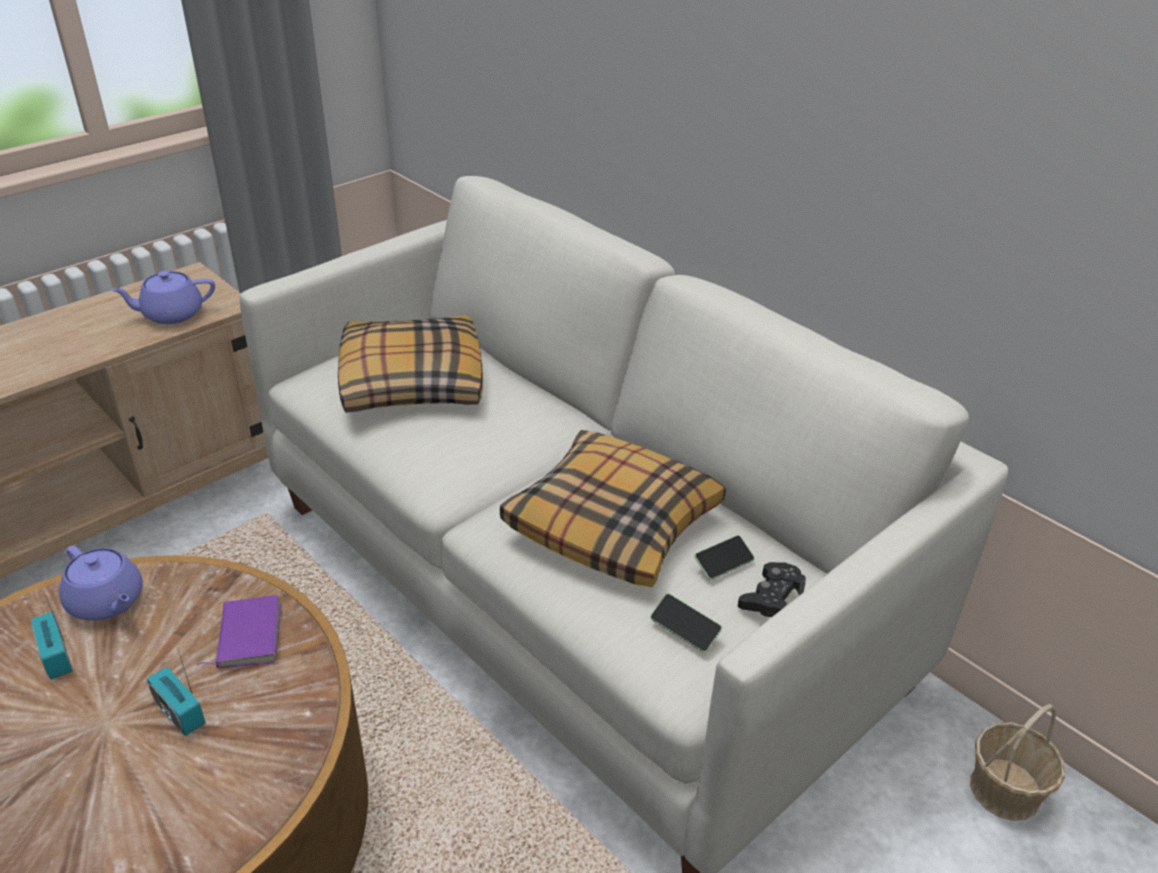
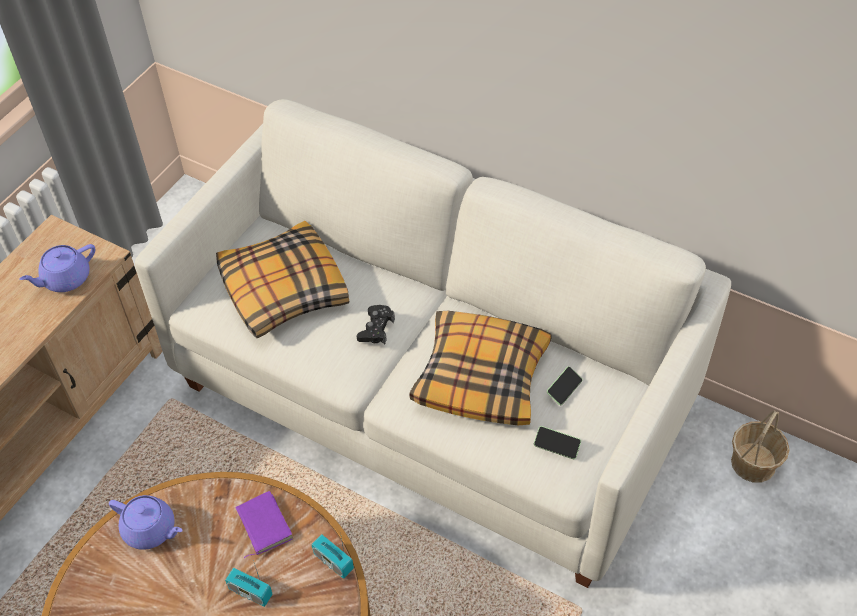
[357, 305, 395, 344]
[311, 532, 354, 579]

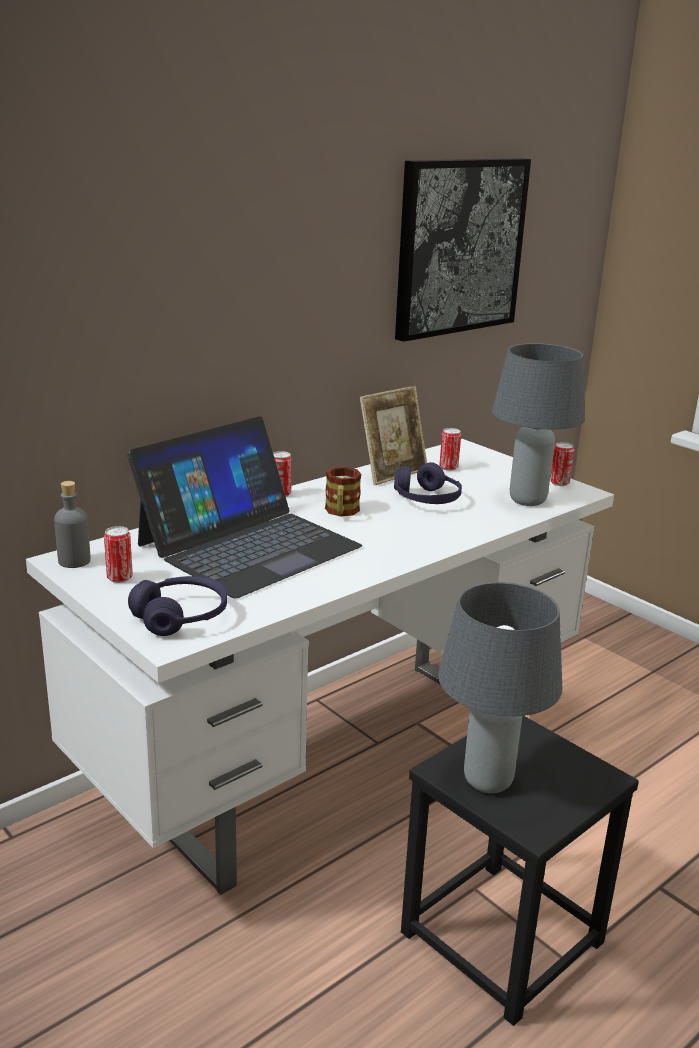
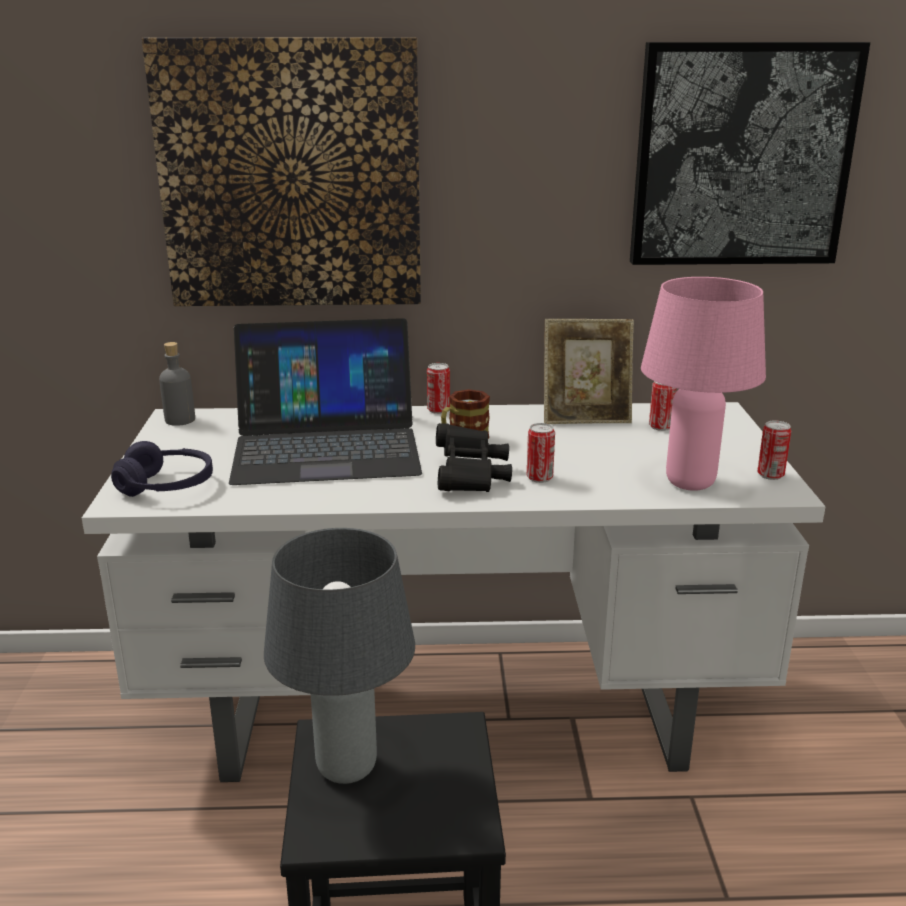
[641, 277, 766, 491]
[394, 462, 462, 504] (first image)
[527, 423, 555, 483]
[142, 37, 421, 306]
[436, 423, 512, 492]

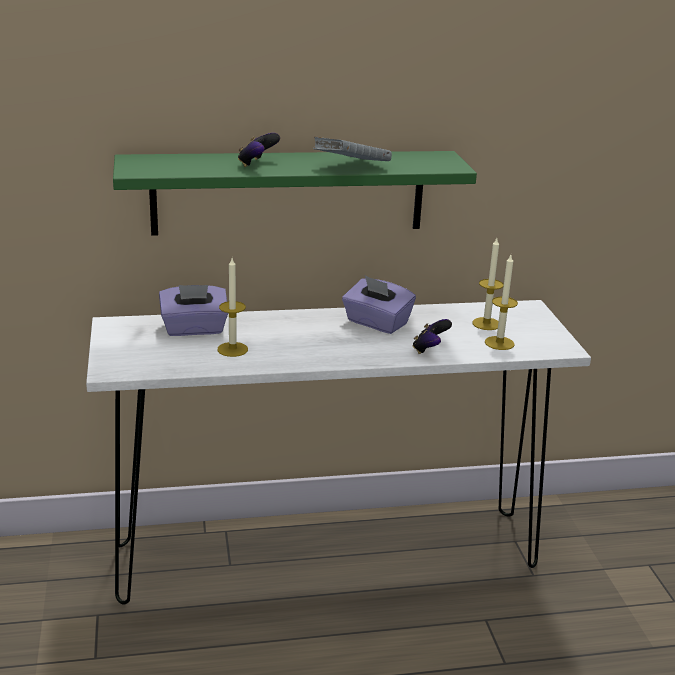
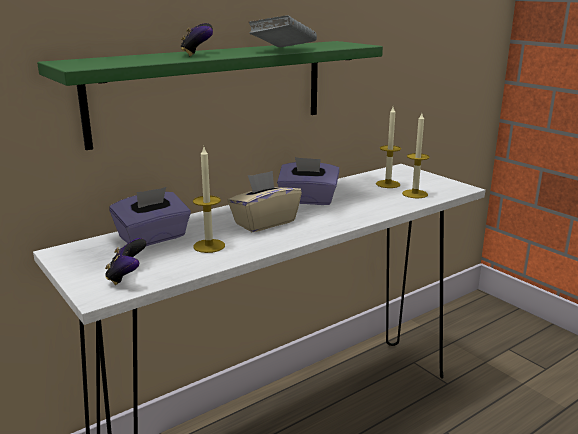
[105, 238, 147, 285]
[227, 171, 302, 232]

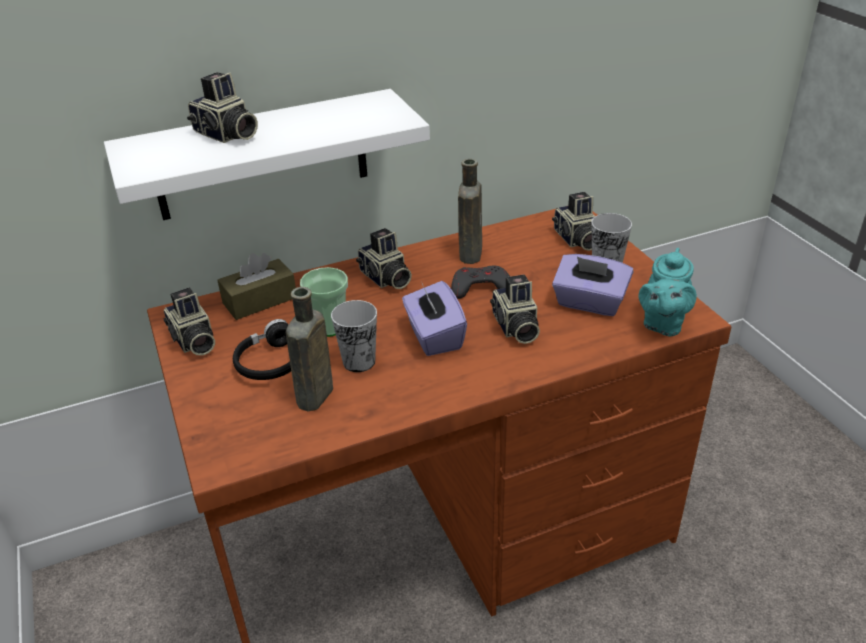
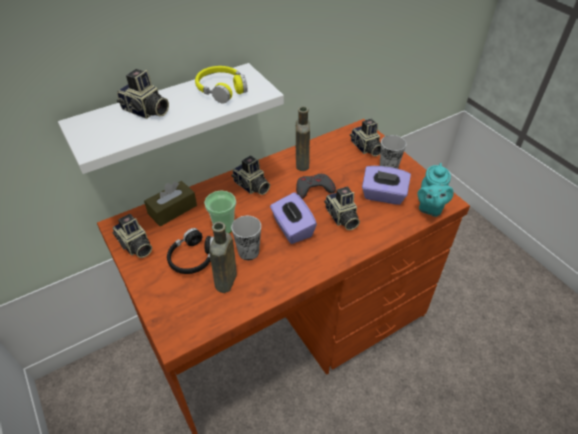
[195, 66, 248, 103]

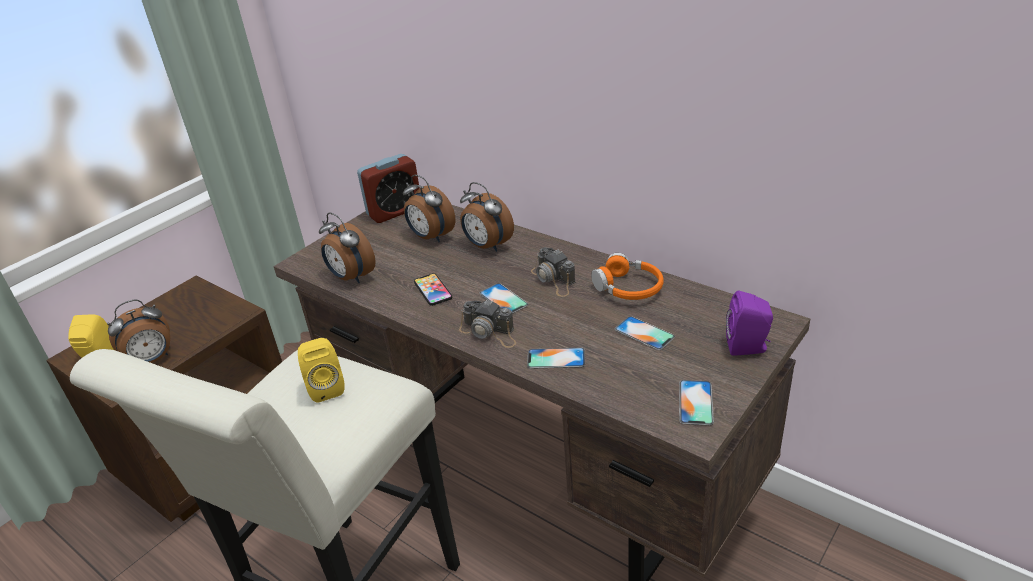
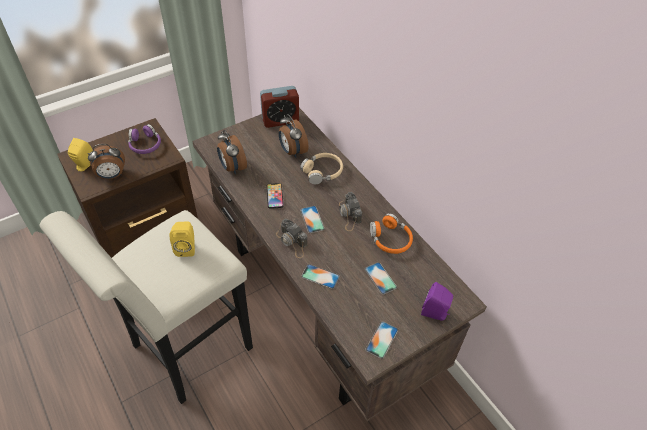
[300, 153, 343, 184]
[128, 124, 161, 154]

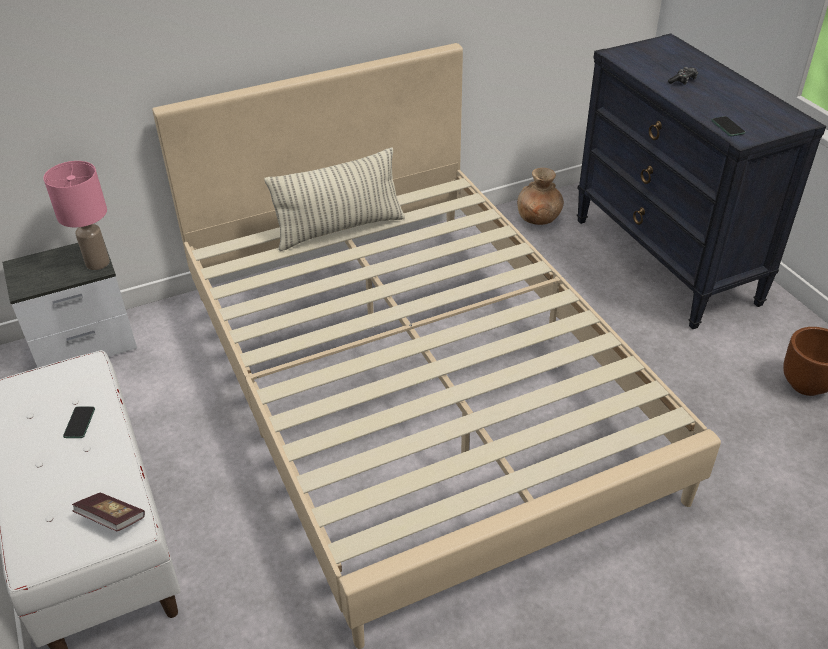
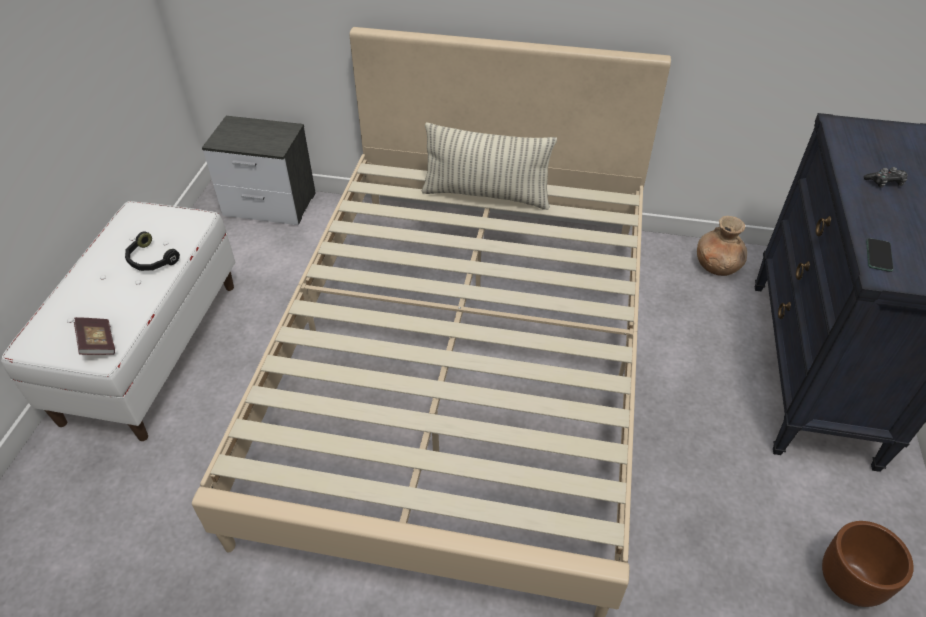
[43, 161, 110, 270] (first image)
[125, 231, 180, 271]

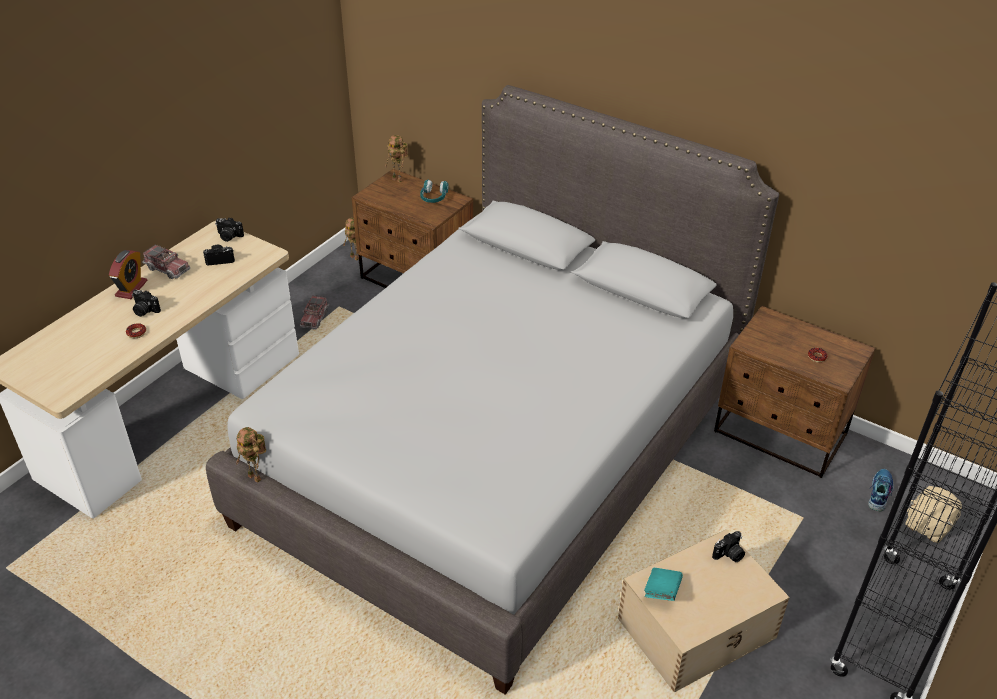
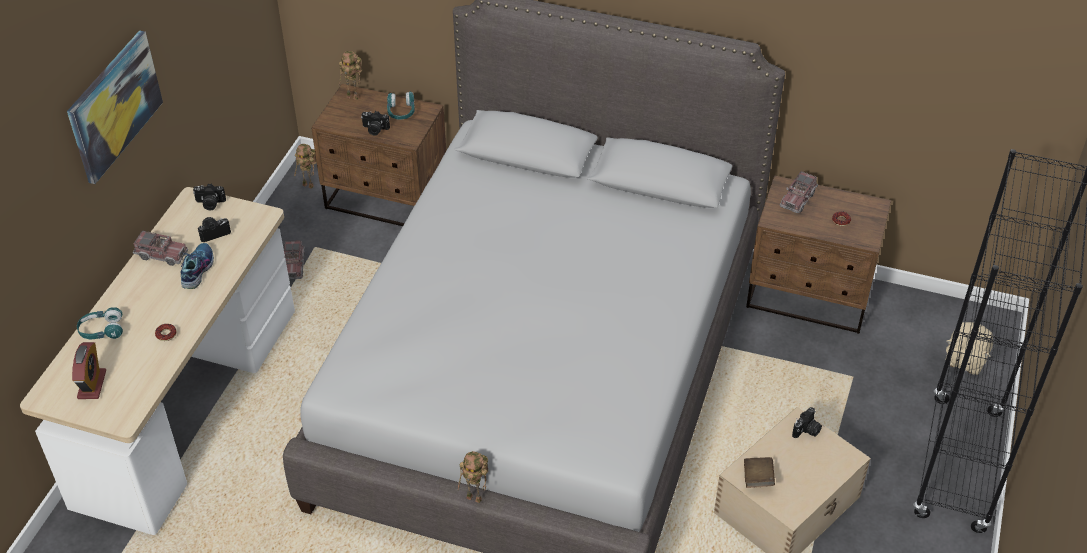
[72, 342, 106, 399]
[361, 111, 390, 136]
[458, 451, 488, 503]
[181, 243, 214, 289]
[744, 457, 775, 488]
[67, 30, 163, 184]
[780, 171, 818, 213]
[77, 307, 123, 339]

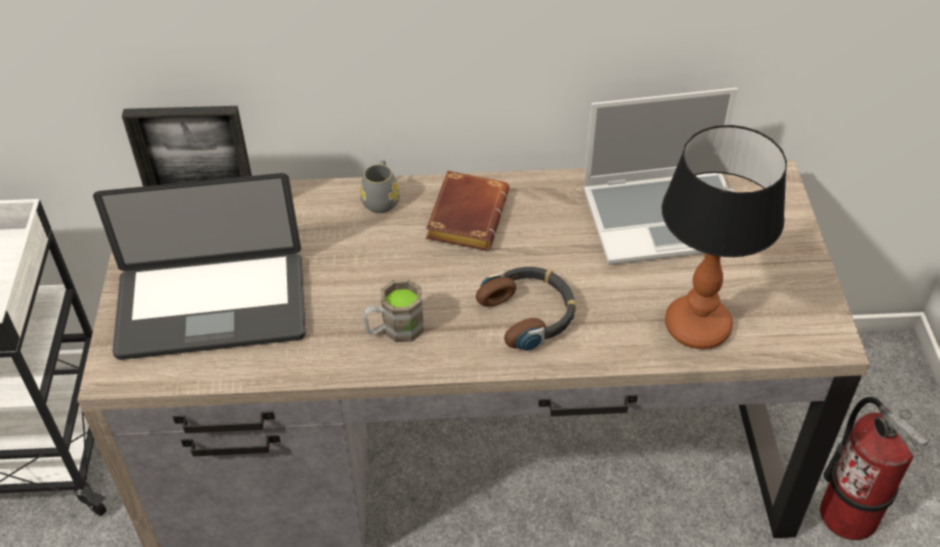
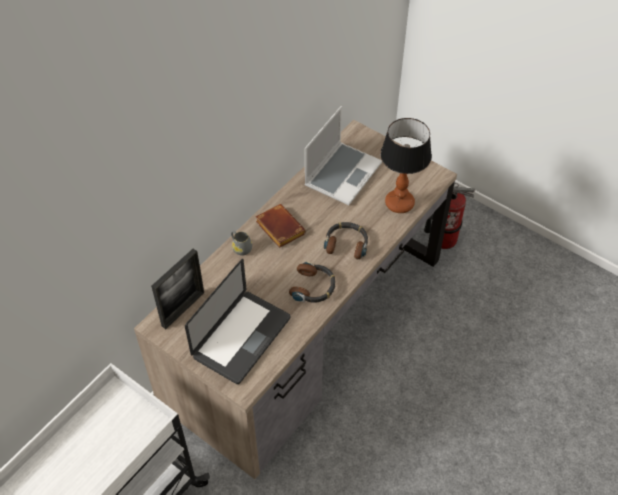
[289, 262, 335, 303]

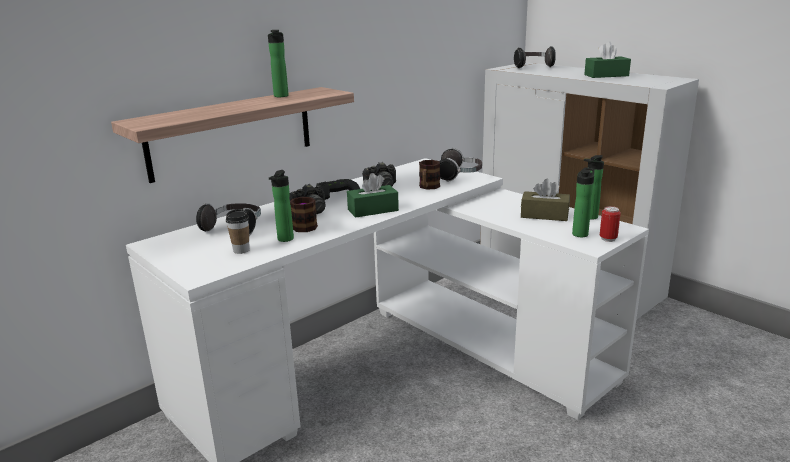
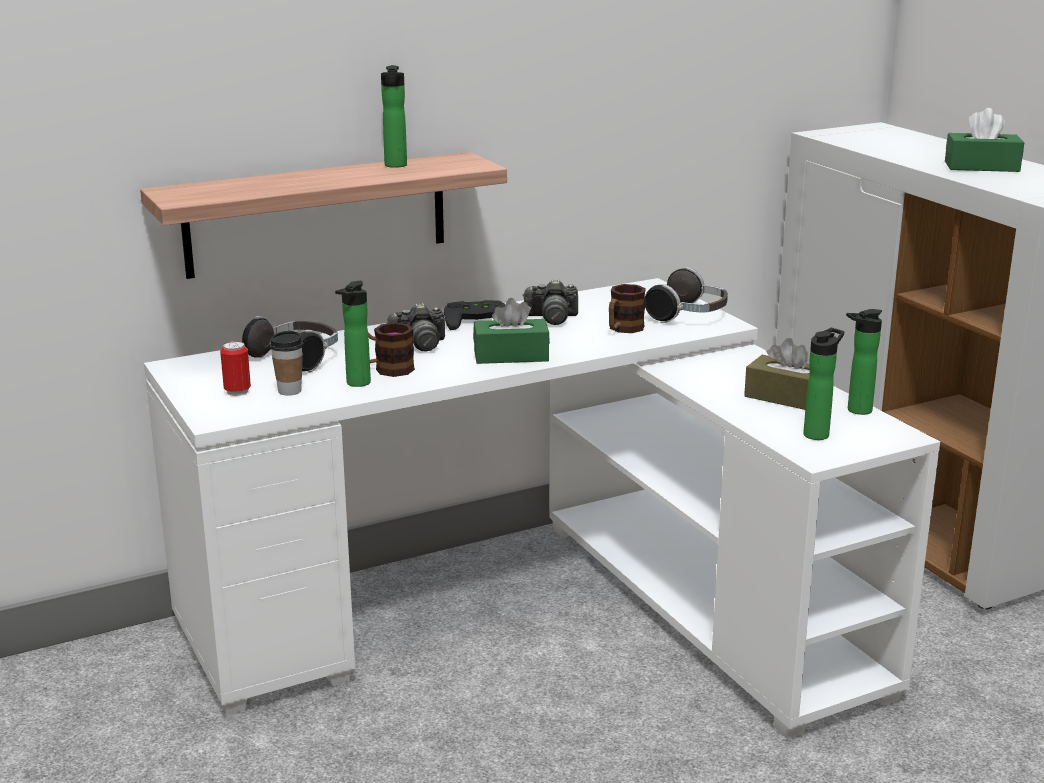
[514, 46, 556, 69] (first image)
[220, 341, 251, 396]

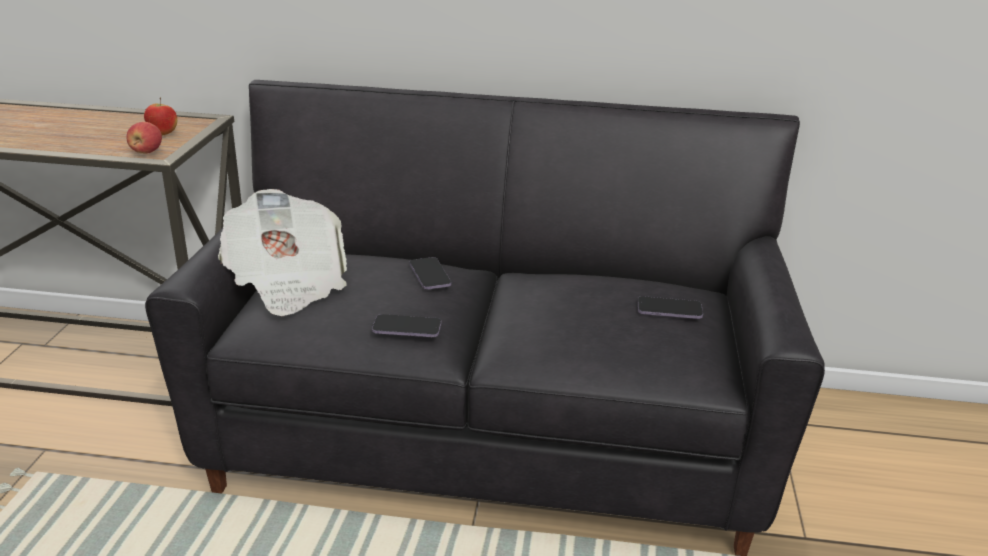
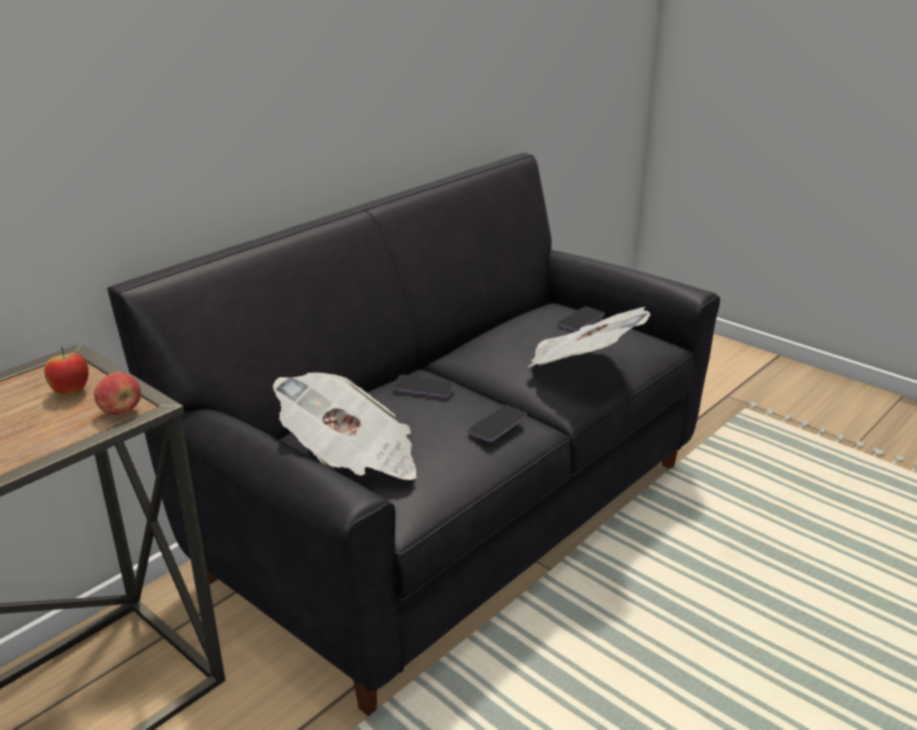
[528, 307, 650, 367]

